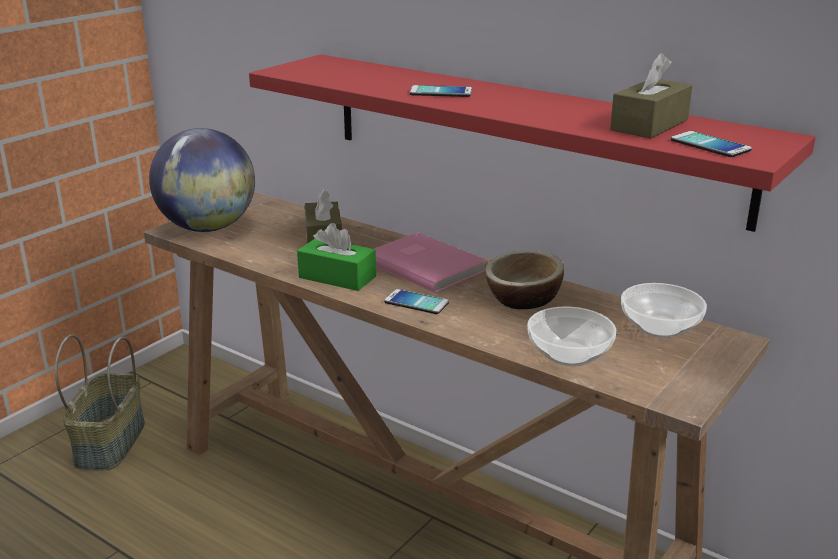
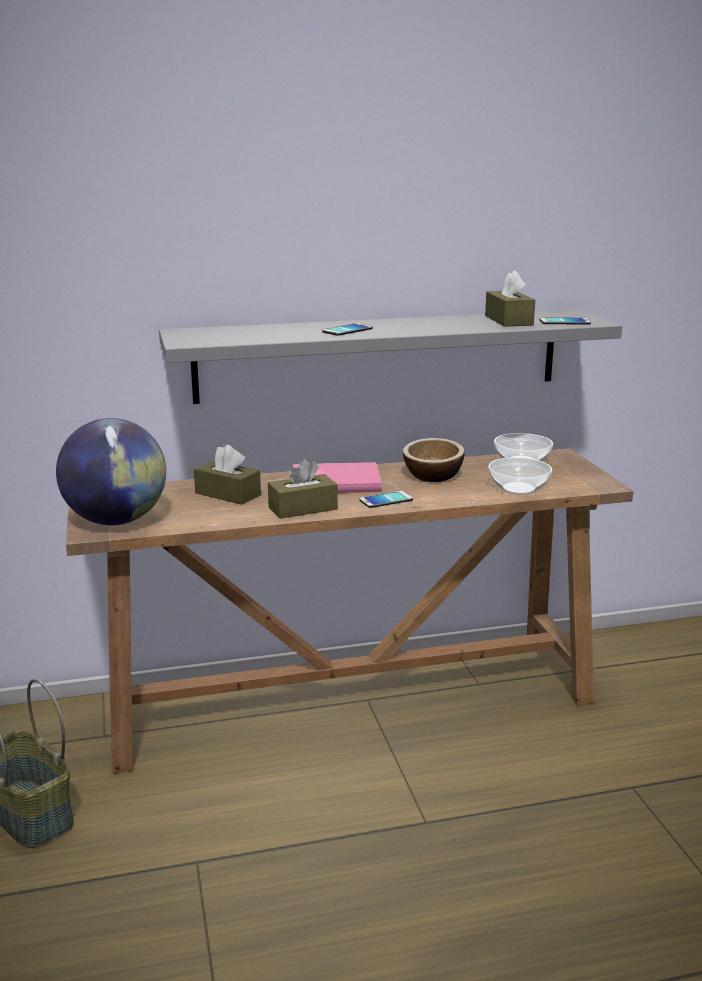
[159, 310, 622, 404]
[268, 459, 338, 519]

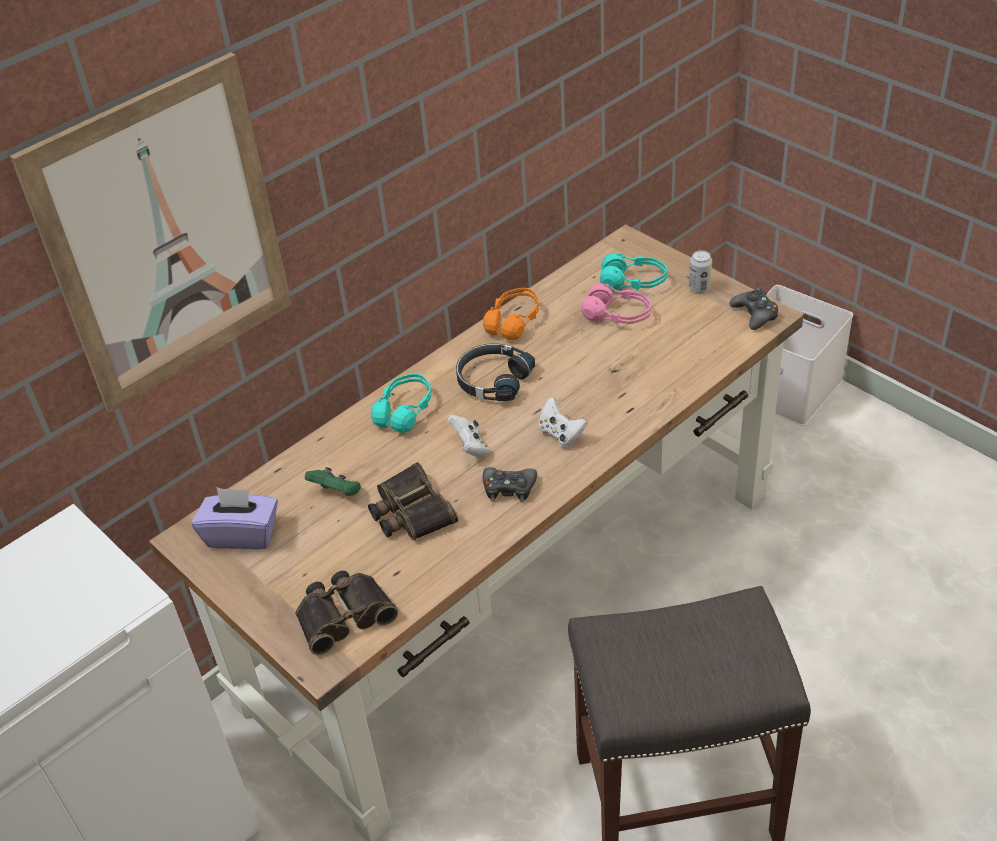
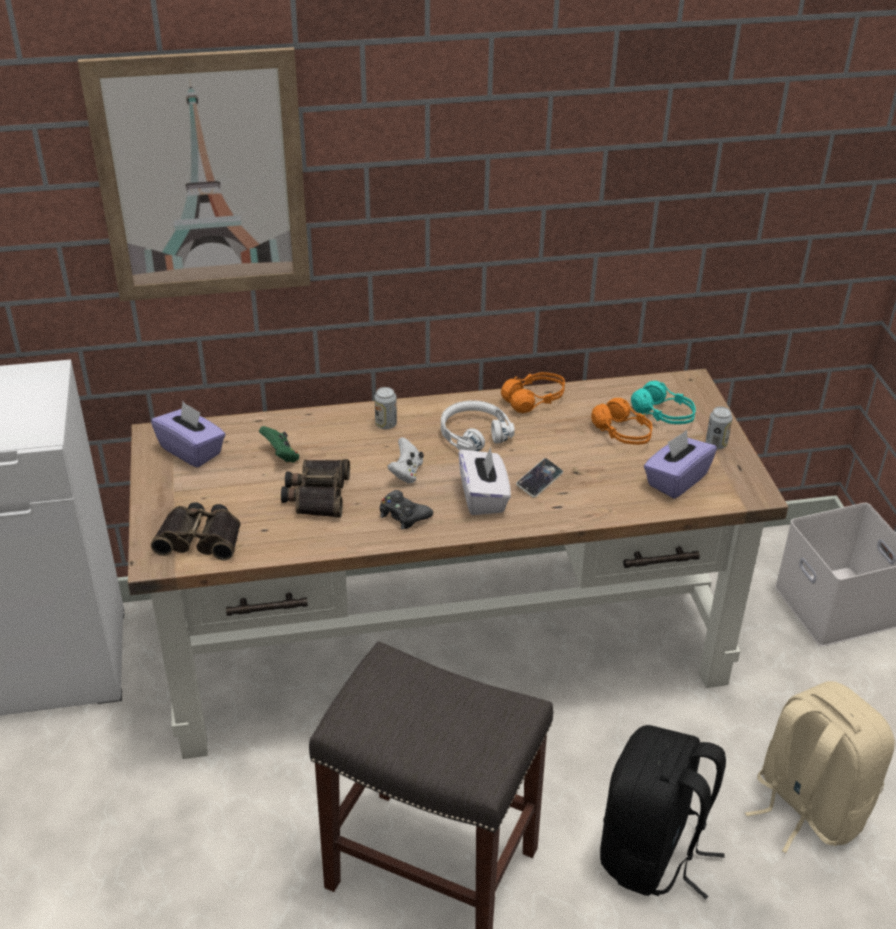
[591, 398, 652, 445]
[729, 287, 778, 330] (first image)
[441, 400, 515, 451]
[374, 387, 397, 429]
[458, 447, 511, 515]
[644, 430, 717, 499]
[516, 458, 563, 498]
[745, 681, 895, 853]
[600, 725, 726, 899]

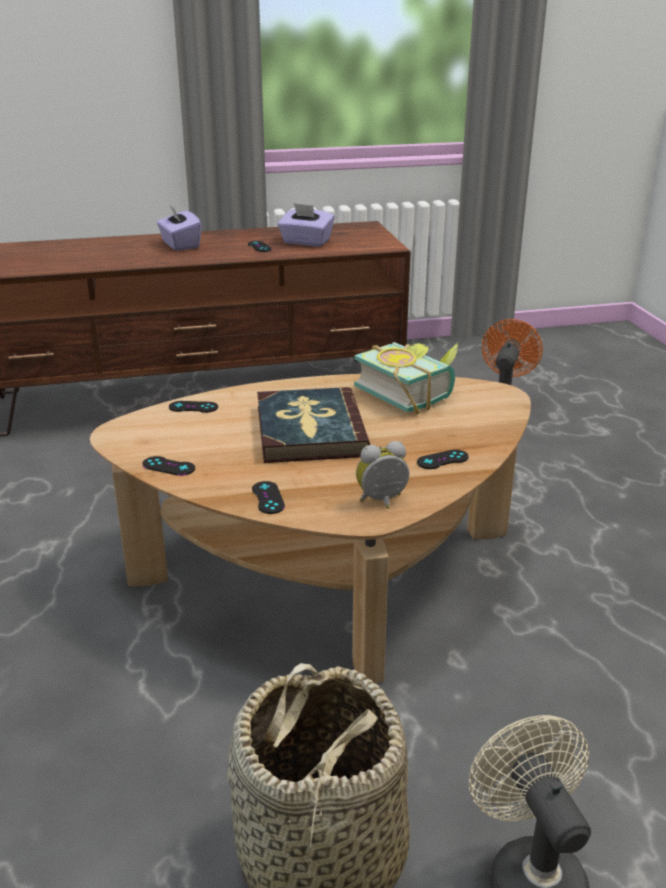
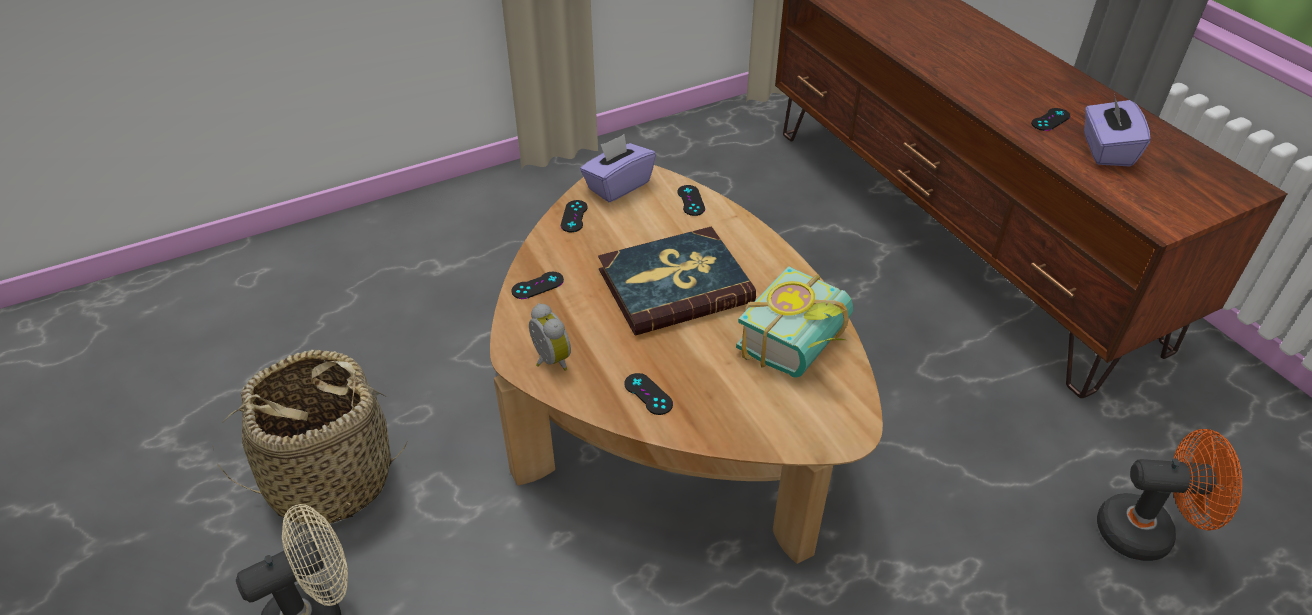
[580, 134, 656, 202]

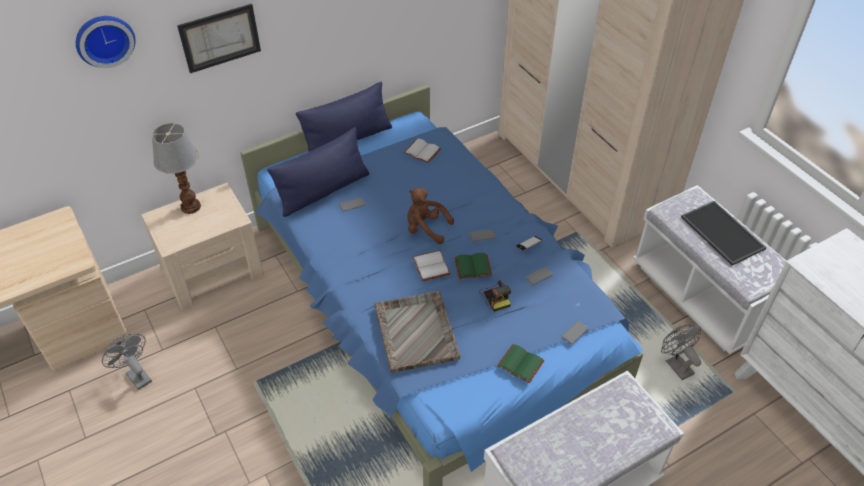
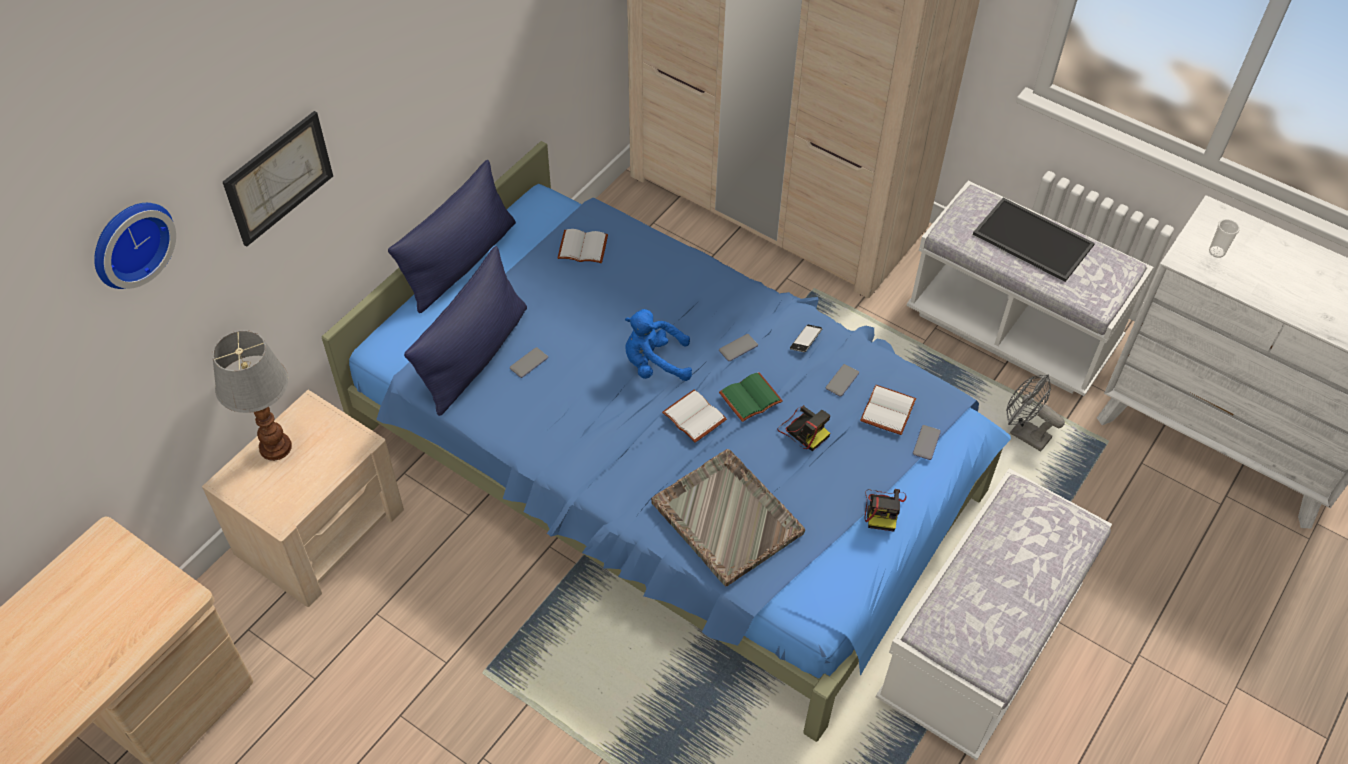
[625, 309, 692, 381]
[102, 334, 152, 390] (first image)
[865, 489, 907, 531]
[1209, 219, 1240, 258]
[860, 385, 916, 435]

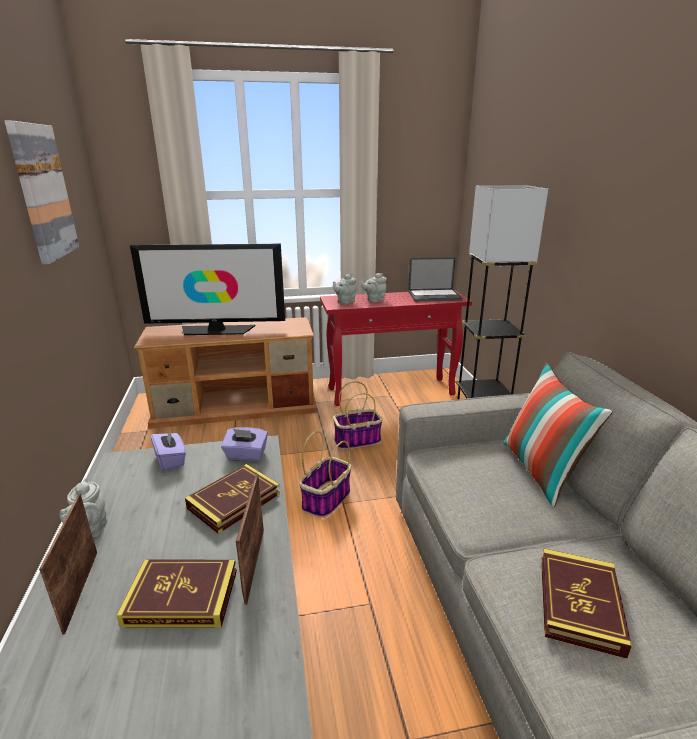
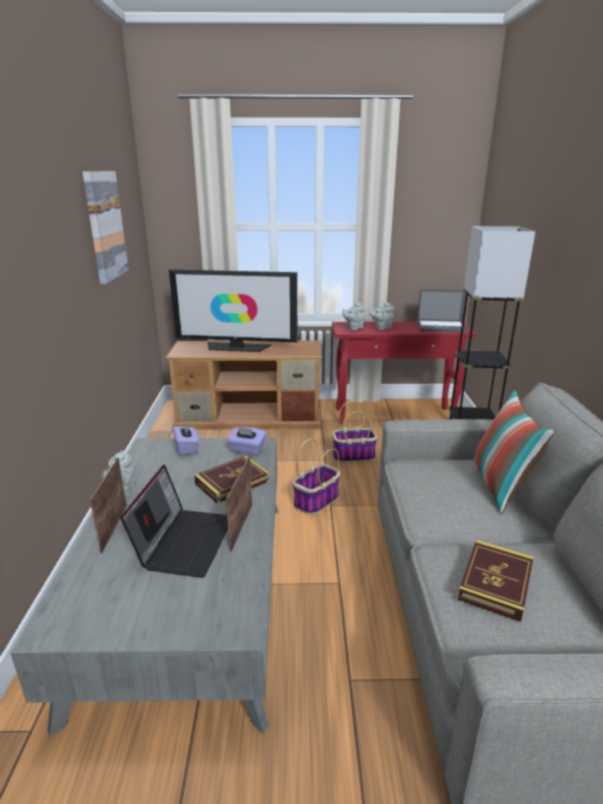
[120, 464, 228, 578]

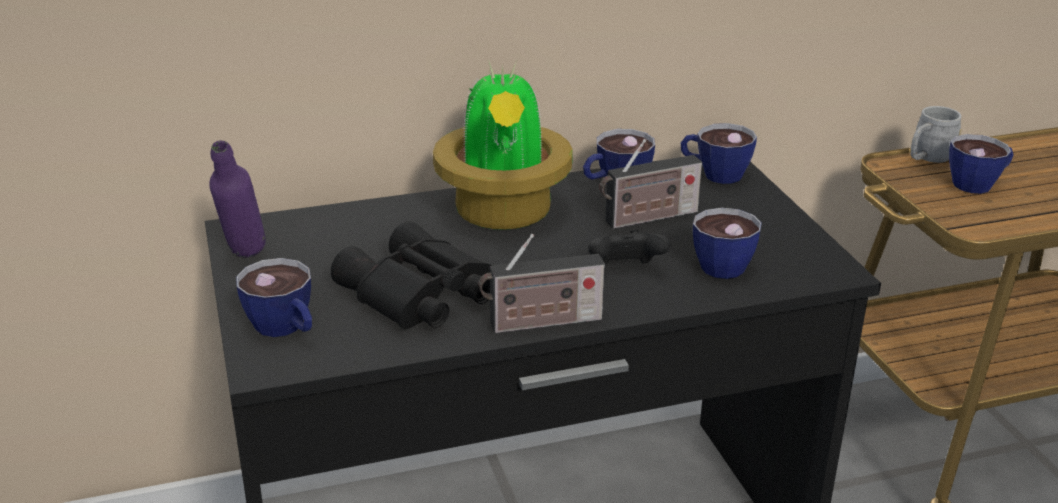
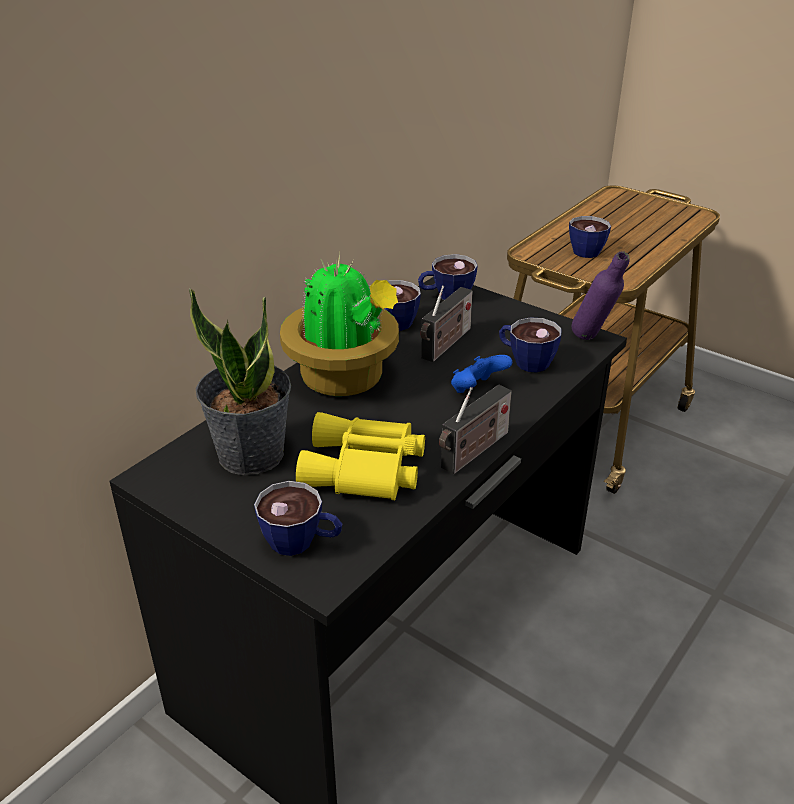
[910, 106, 961, 163] (first image)
[572, 251, 630, 340]
[296, 412, 425, 500]
[451, 355, 512, 393]
[189, 288, 291, 475]

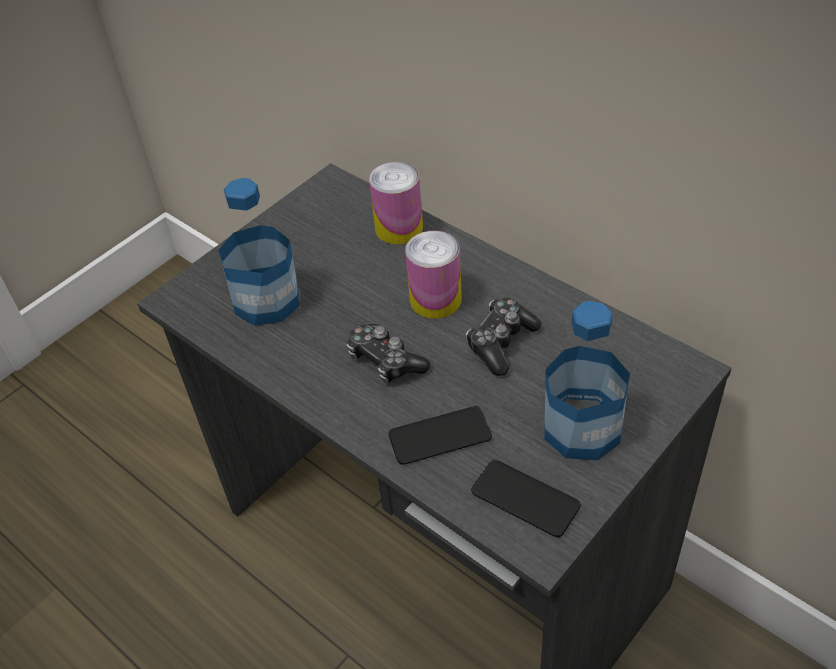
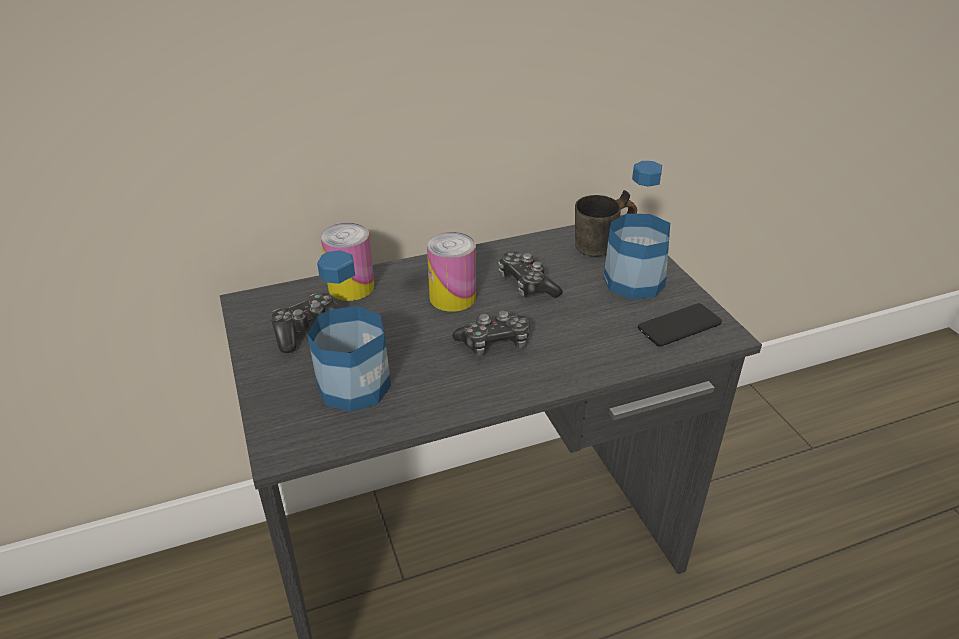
[389, 406, 492, 465] (first image)
[575, 190, 637, 256]
[271, 293, 340, 353]

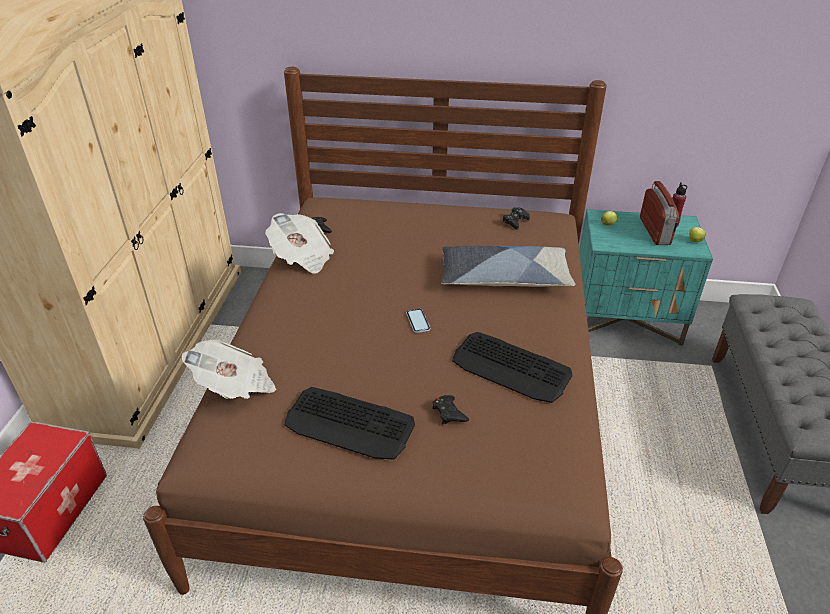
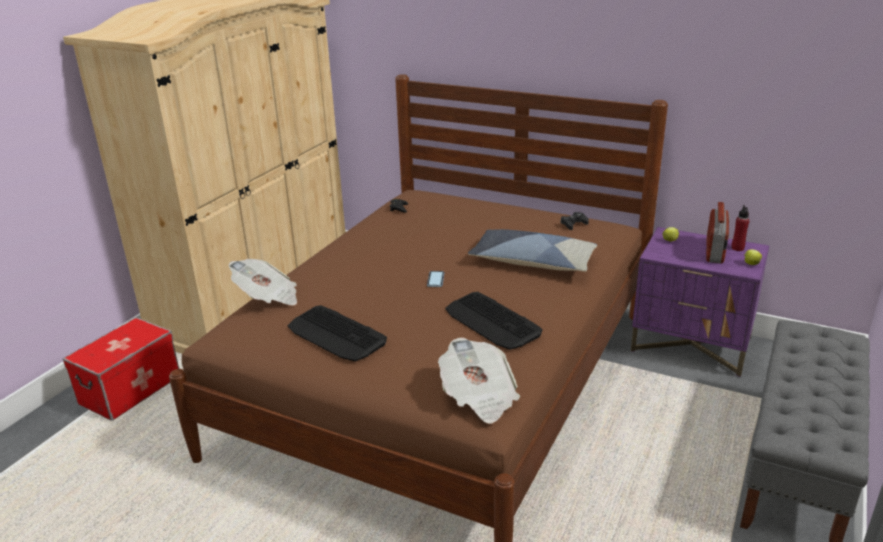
[631, 227, 770, 377]
[438, 337, 520, 424]
[432, 395, 469, 424] (first image)

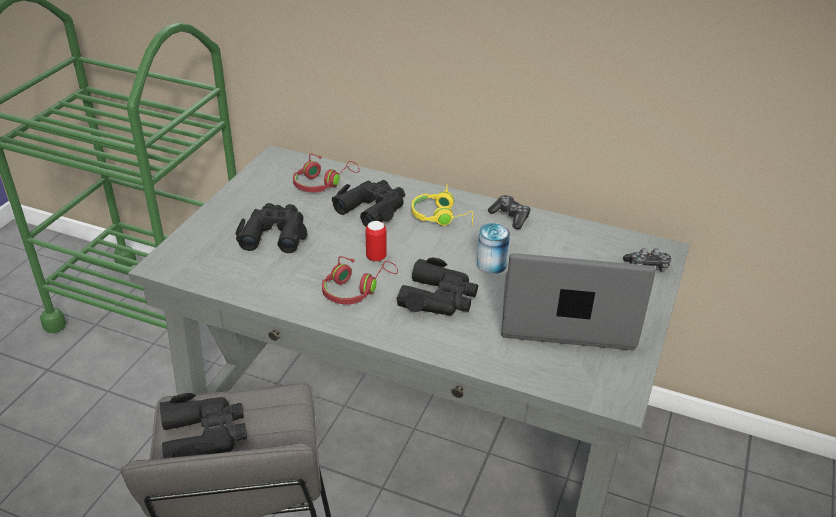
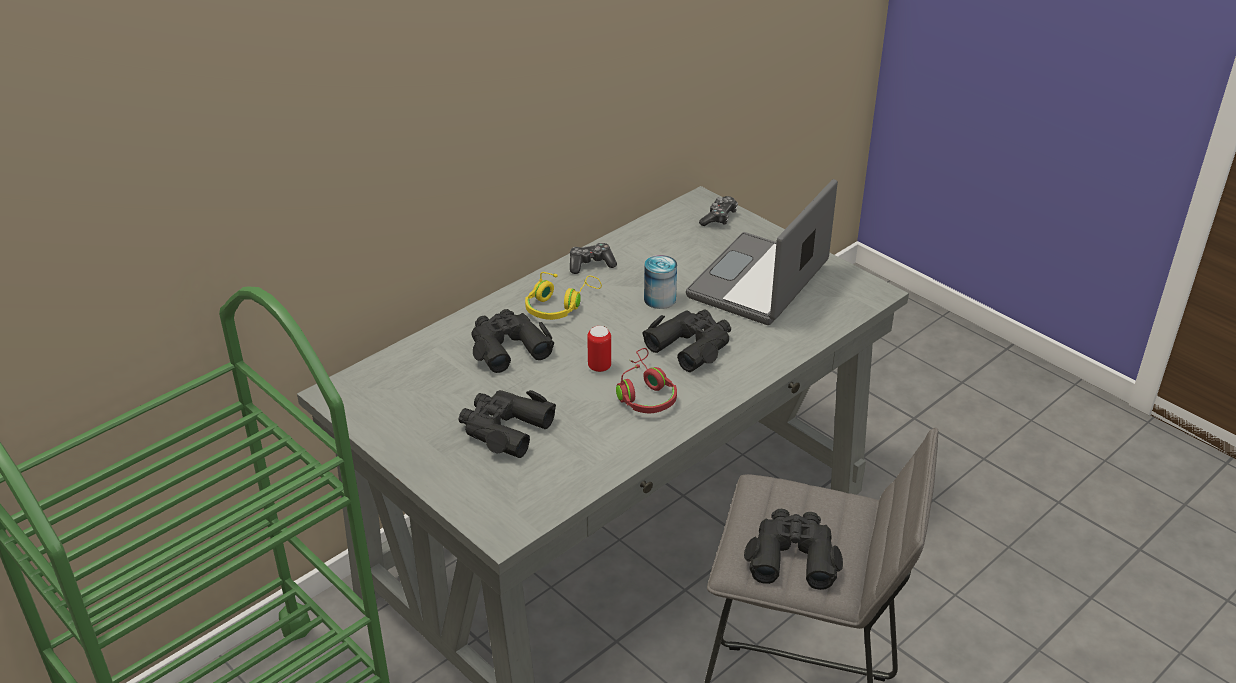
[293, 154, 359, 192] (first image)

